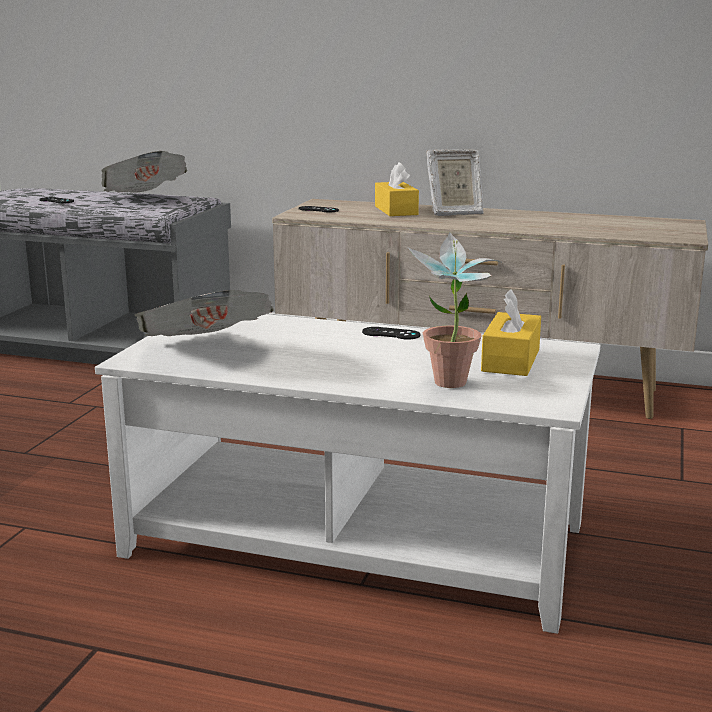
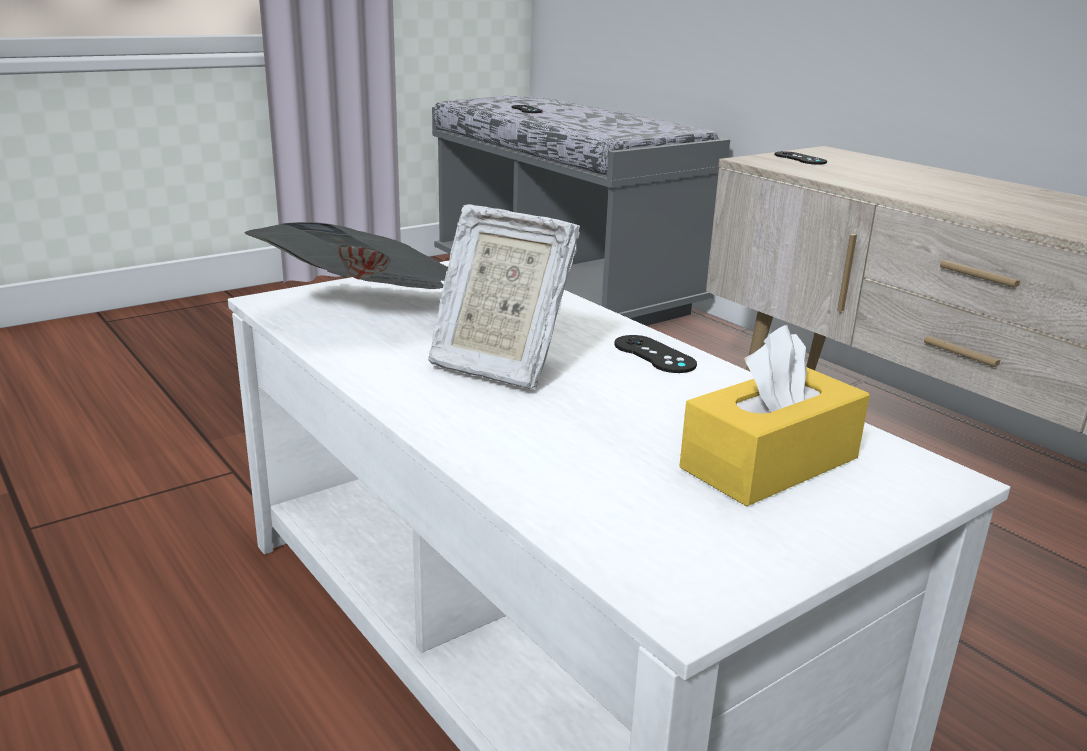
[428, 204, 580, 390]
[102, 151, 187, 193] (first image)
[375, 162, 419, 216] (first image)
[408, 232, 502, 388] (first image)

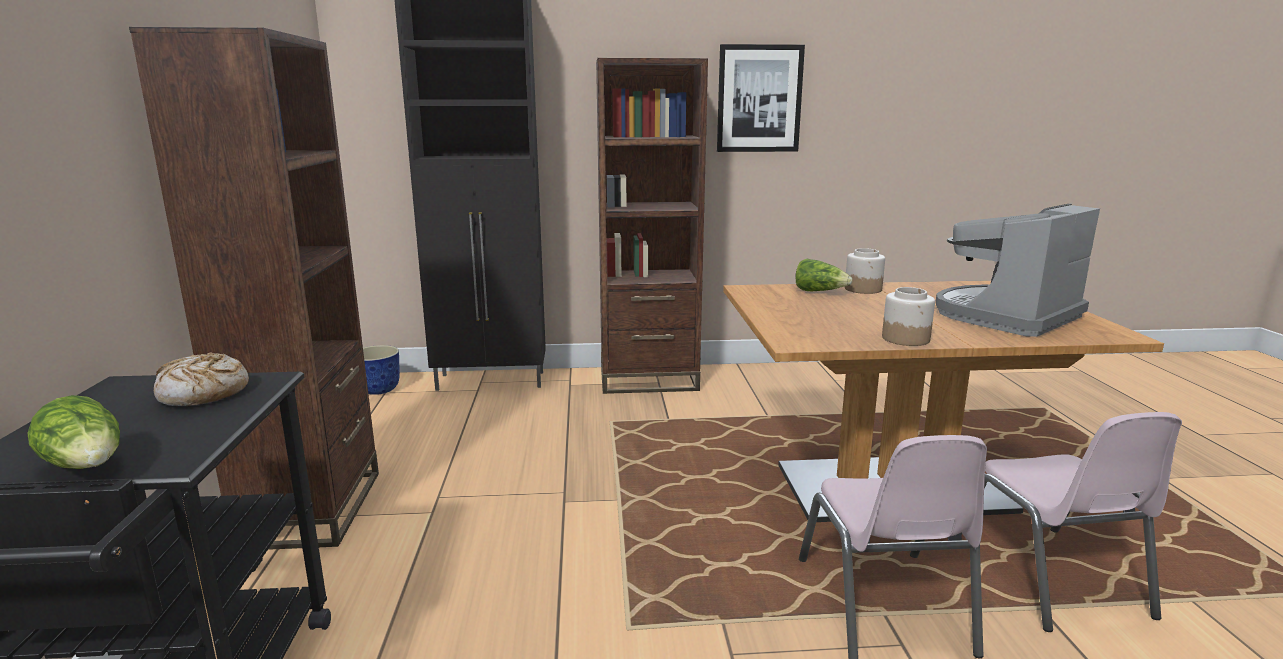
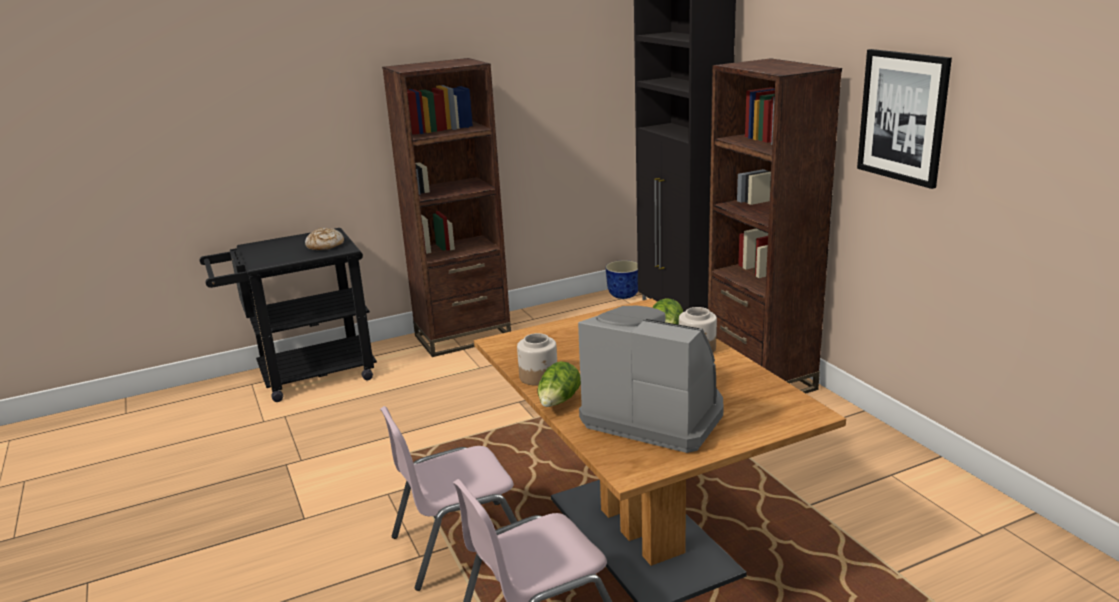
[537, 361, 581, 407]

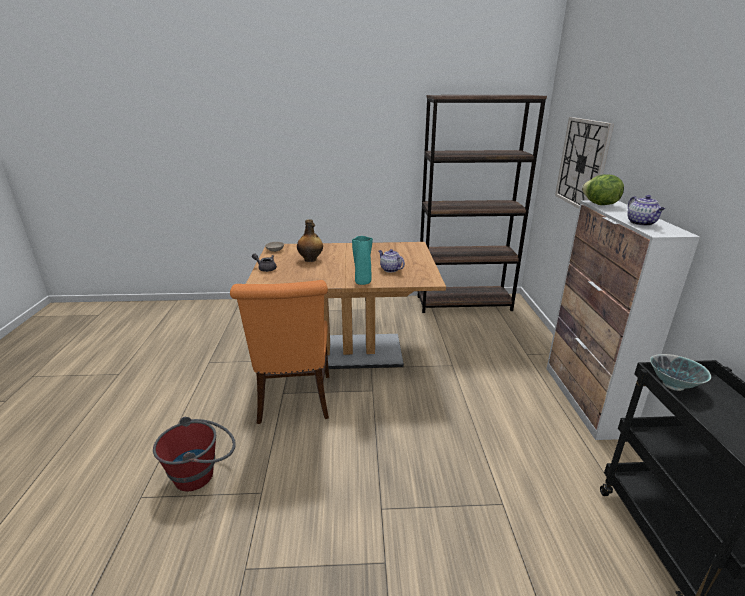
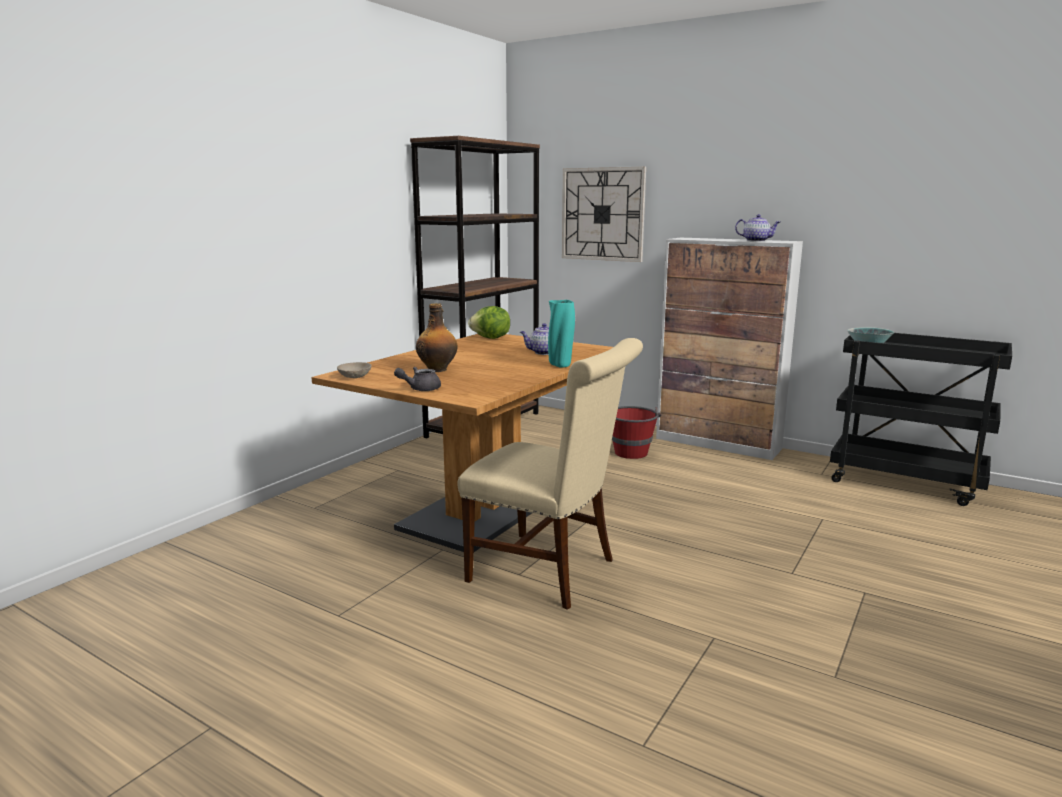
[457, 338, 643, 610]
[468, 306, 510, 339]
[612, 406, 661, 459]

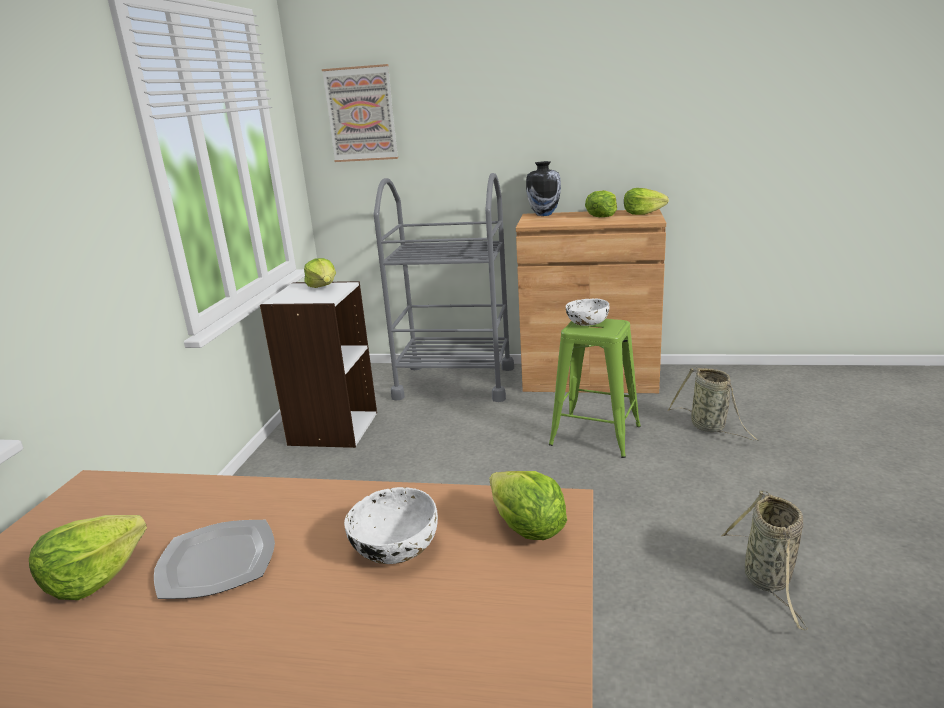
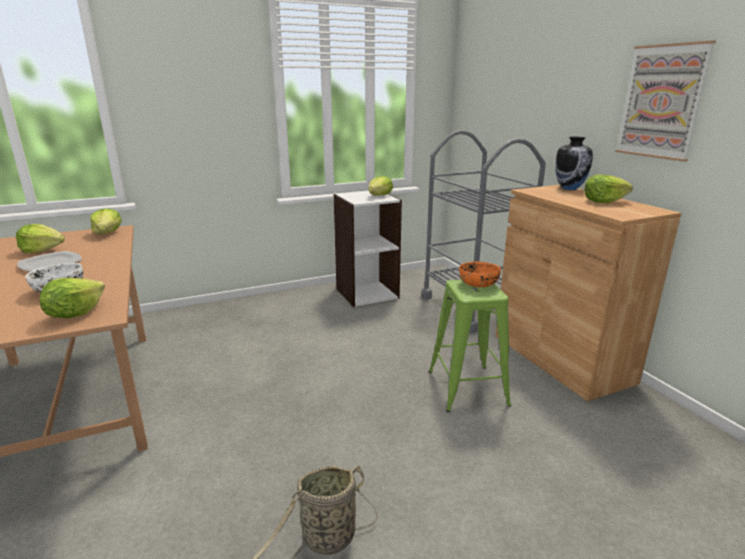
[91, 209, 122, 234]
[459, 262, 501, 287]
[615, 40, 716, 162]
[668, 367, 759, 441] (first image)

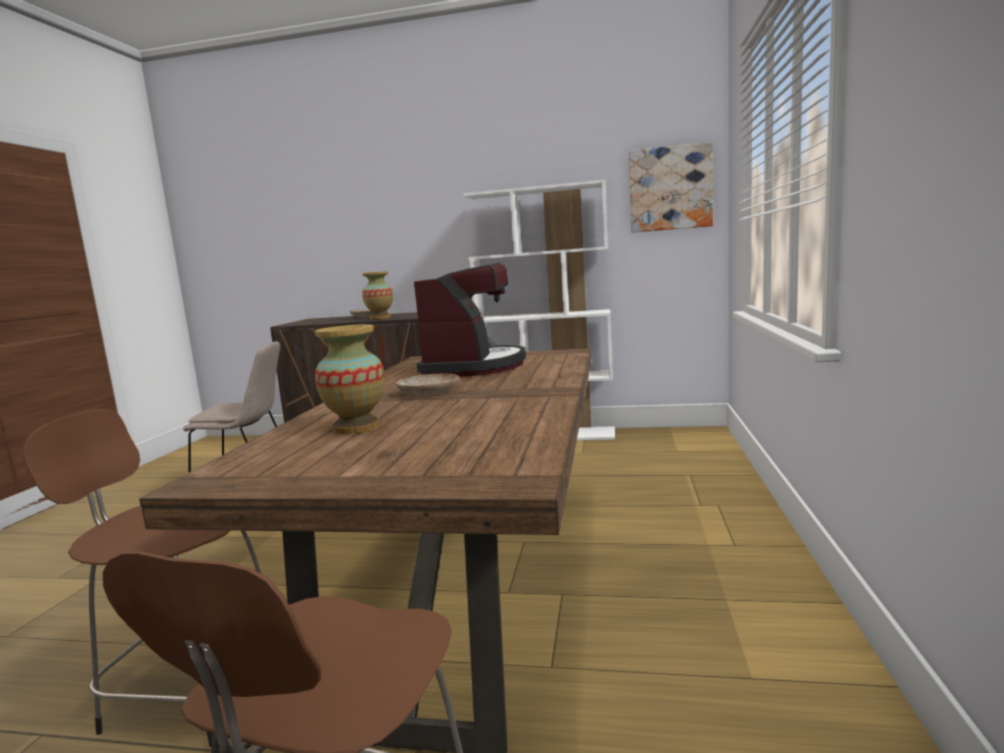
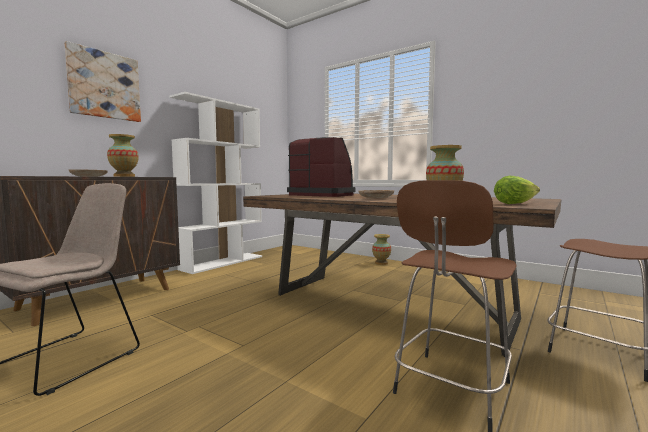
[64, 41, 141, 122]
[372, 234, 391, 265]
[494, 176, 540, 204]

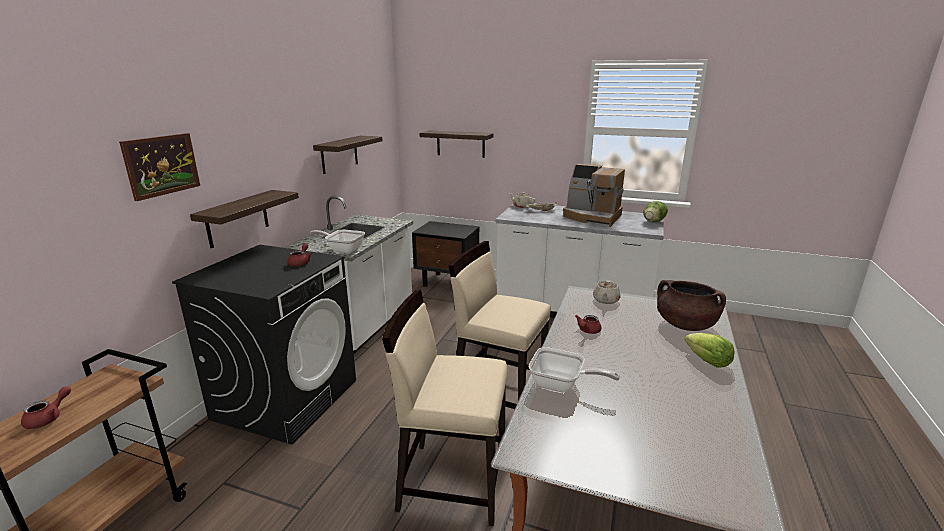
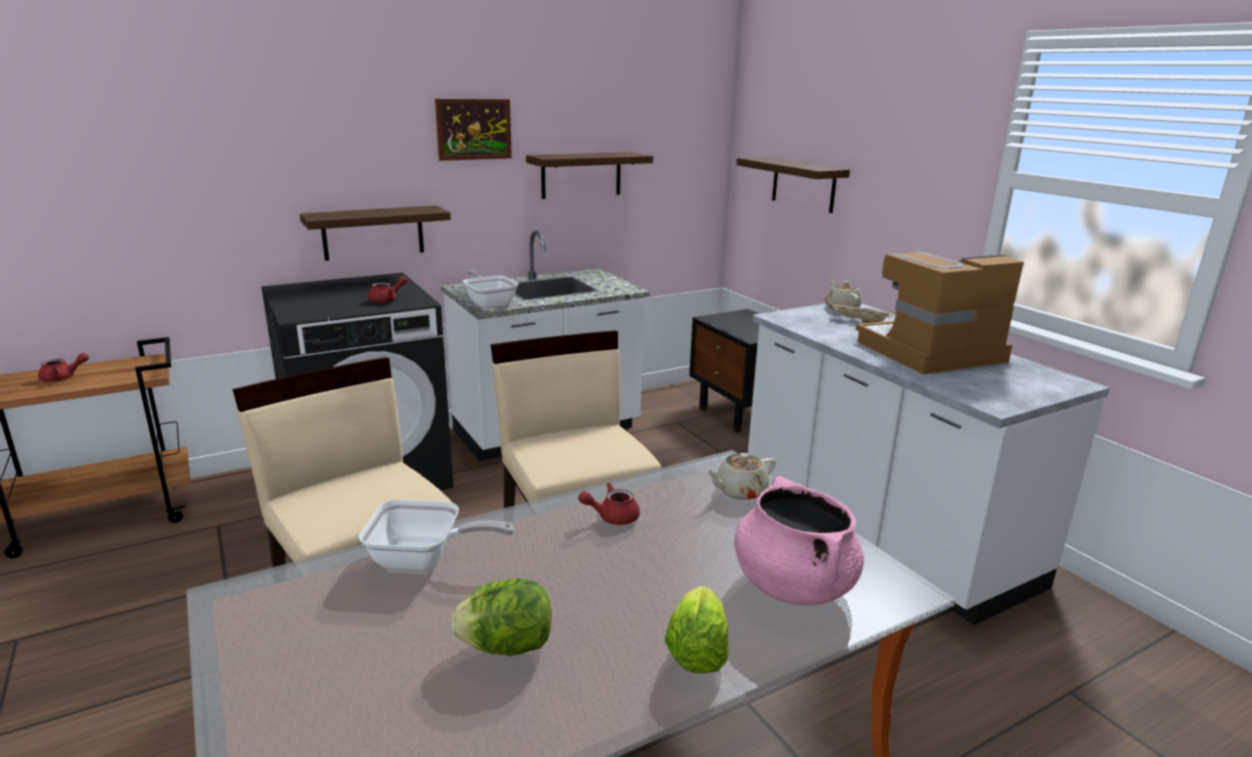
[359, 499, 514, 571]
[435, 99, 512, 161]
[450, 579, 552, 656]
[734, 476, 864, 605]
[856, 252, 1024, 374]

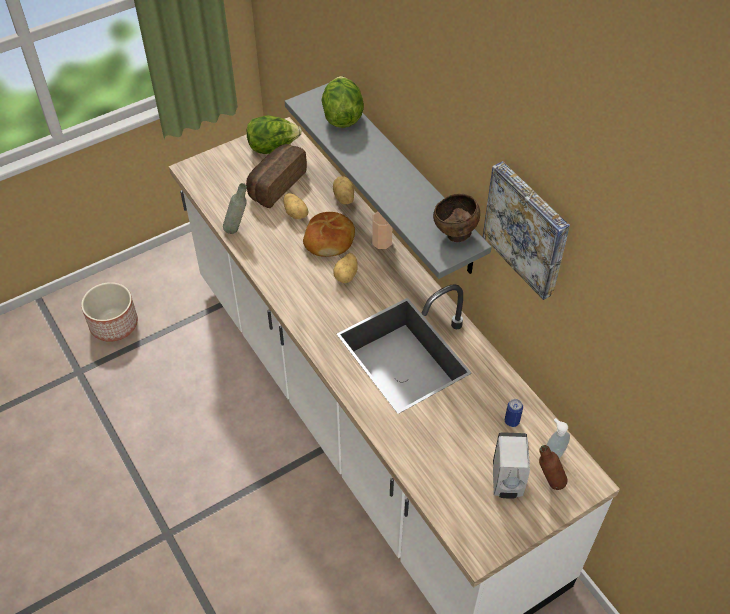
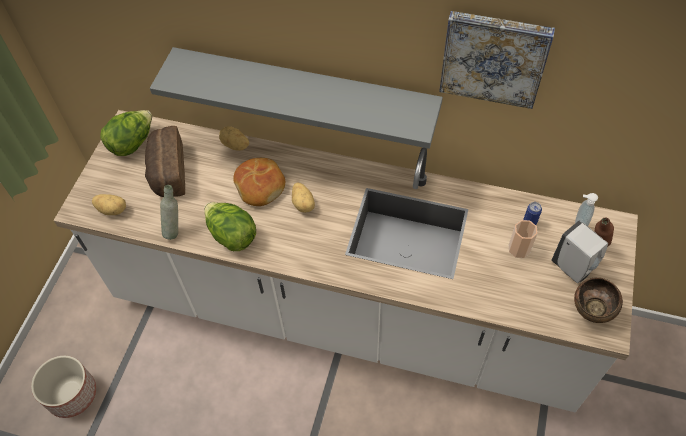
[92, 194, 126, 215]
[204, 202, 256, 251]
[509, 220, 538, 258]
[574, 277, 623, 323]

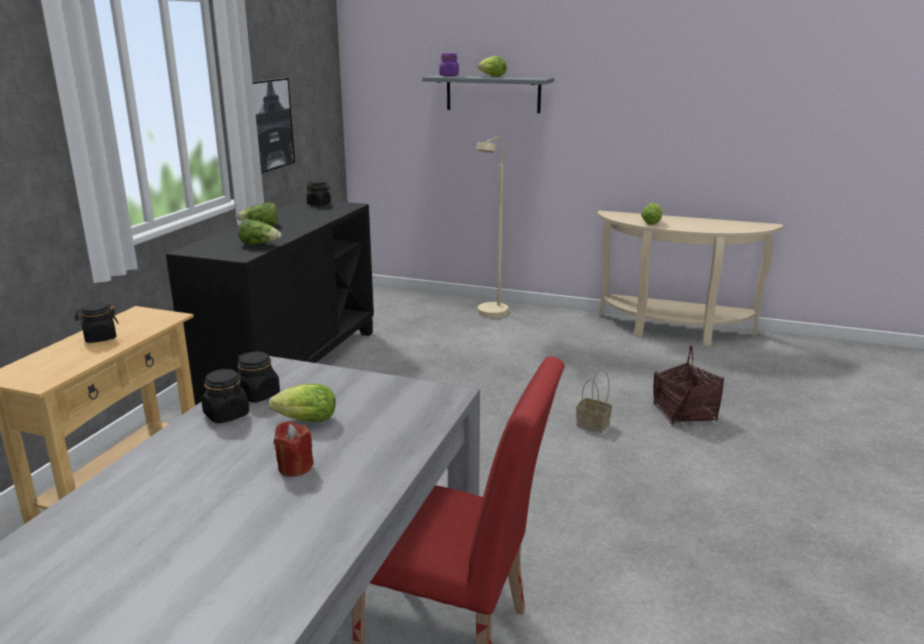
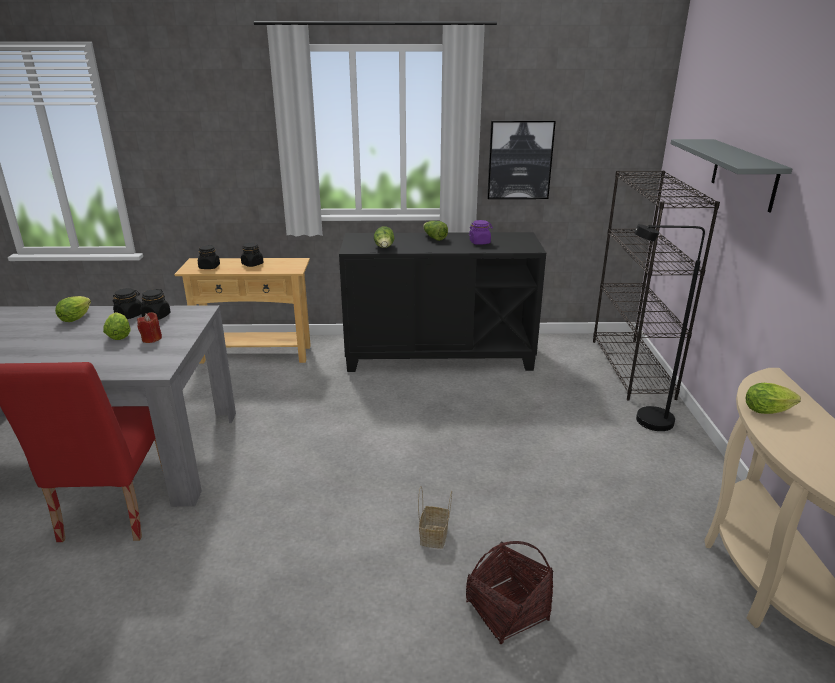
[55, 296, 91, 322]
[137, 312, 162, 343]
[198, 245, 220, 269]
[469, 220, 493, 245]
[593, 171, 720, 401]
[634, 224, 705, 431]

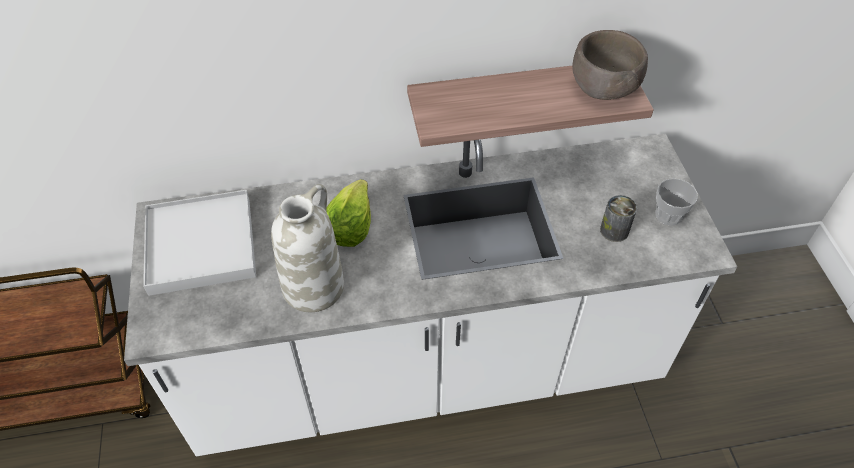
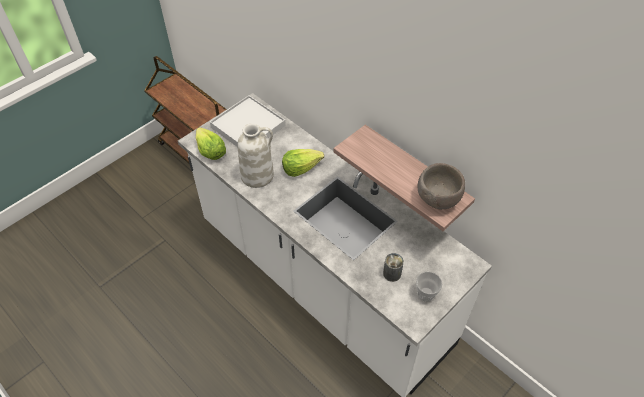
[196, 127, 226, 160]

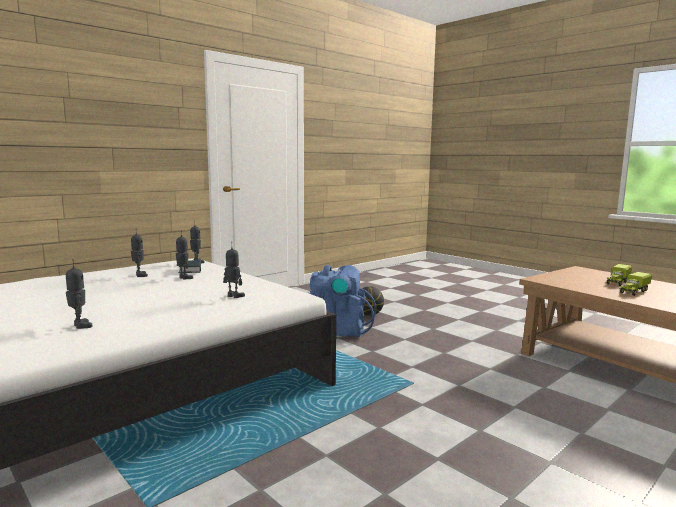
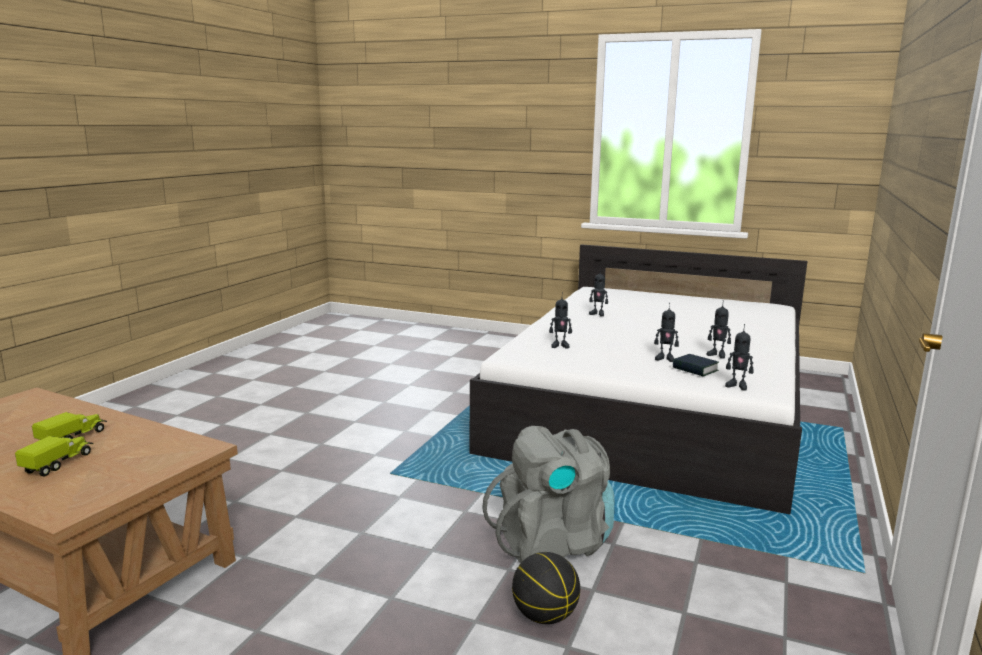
[482, 426, 614, 563]

